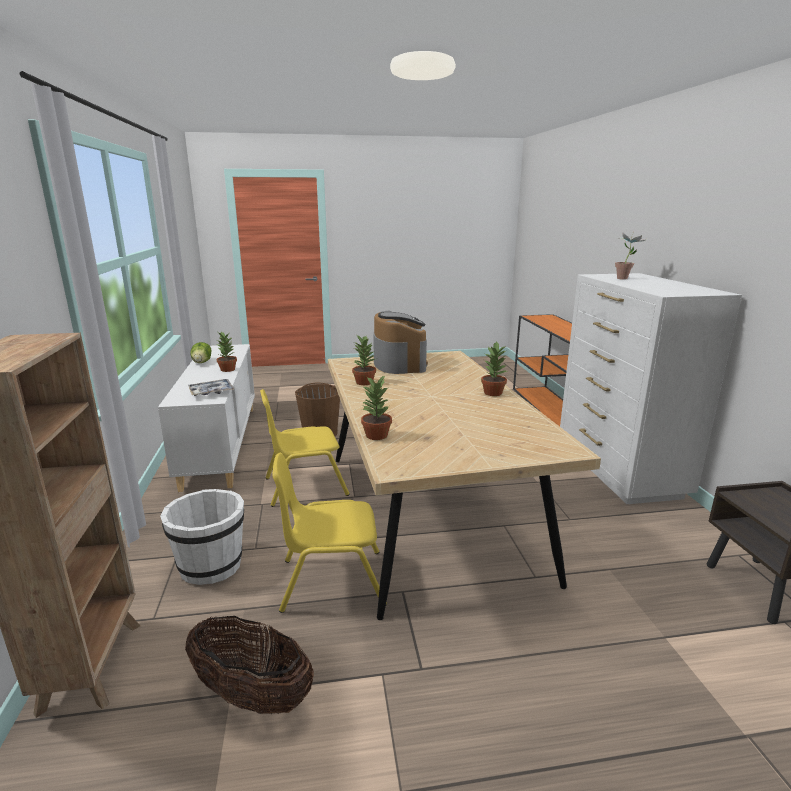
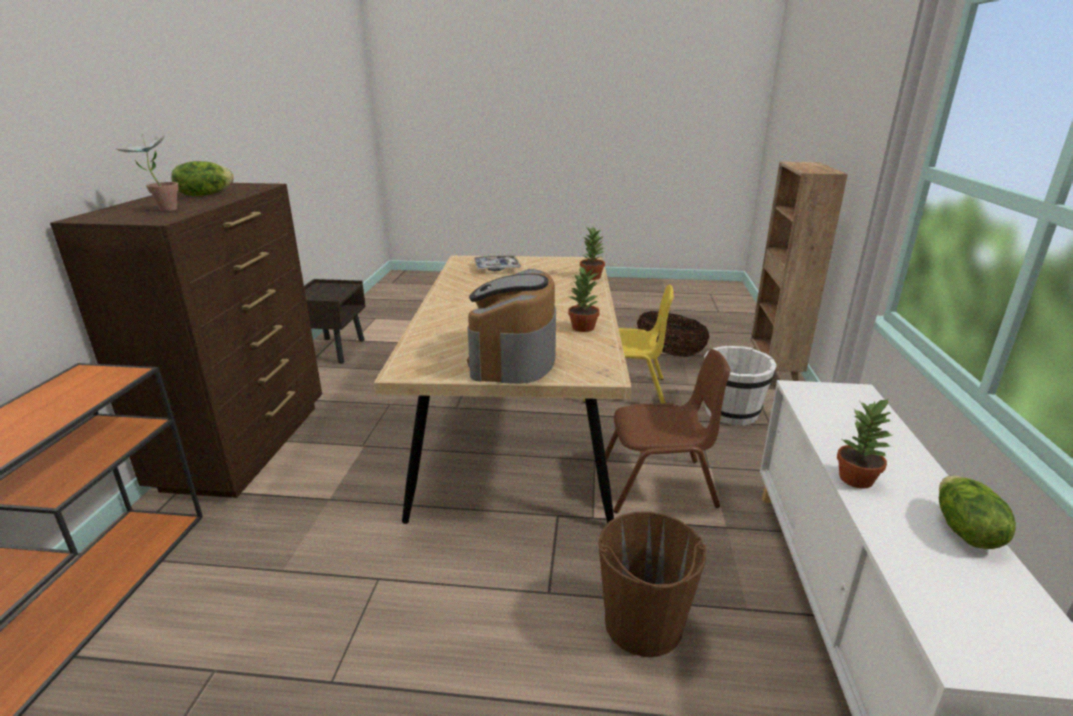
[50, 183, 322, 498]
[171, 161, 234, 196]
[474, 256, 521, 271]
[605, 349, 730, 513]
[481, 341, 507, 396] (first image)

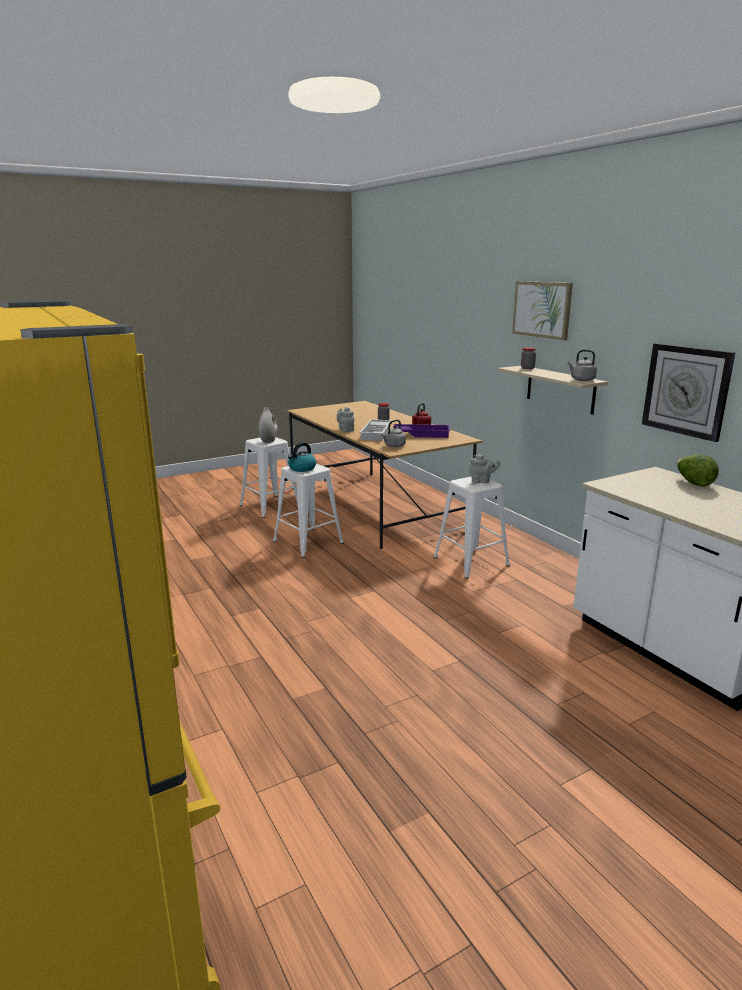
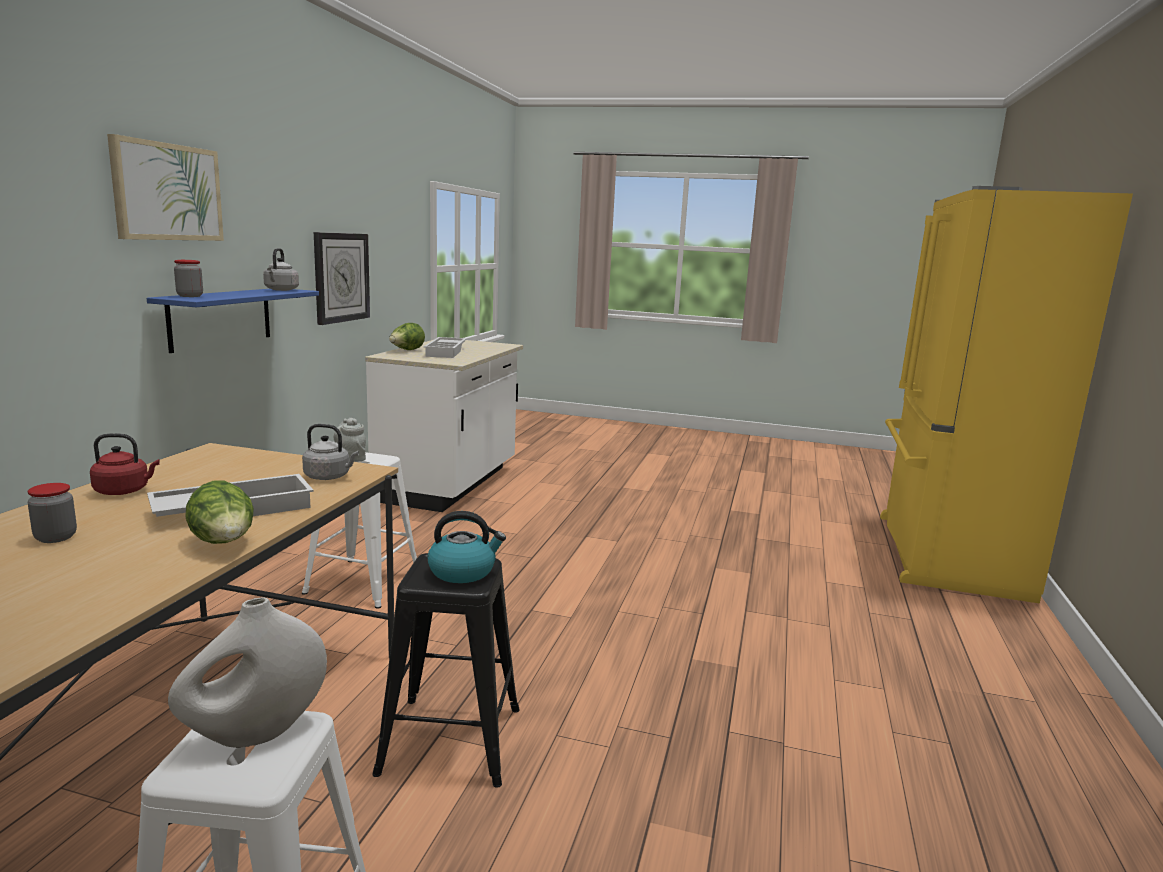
[147, 289, 319, 353]
[185, 481, 254, 544]
[372, 553, 520, 788]
[424, 337, 467, 358]
[393, 424, 450, 438] (first image)

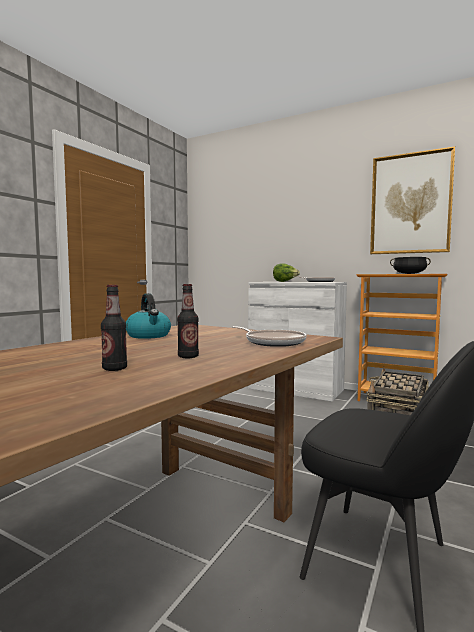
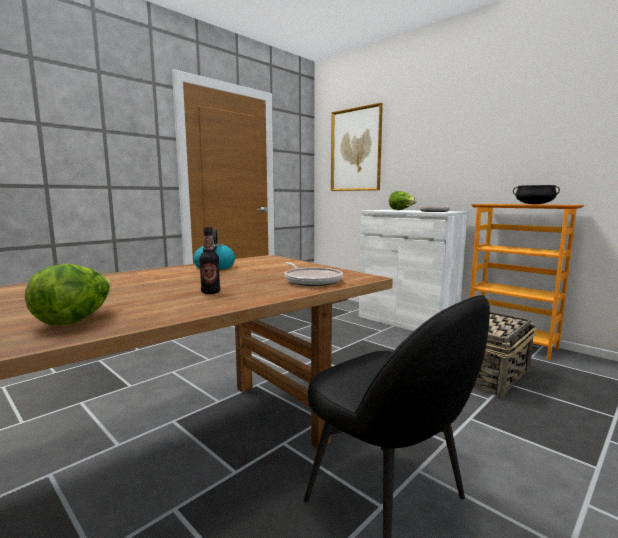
[25, 264, 111, 326]
[331, 103, 383, 191]
[101, 285, 127, 371] (first image)

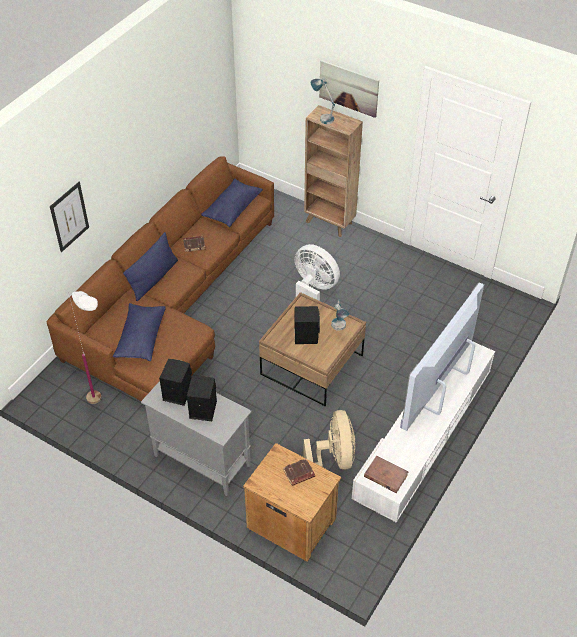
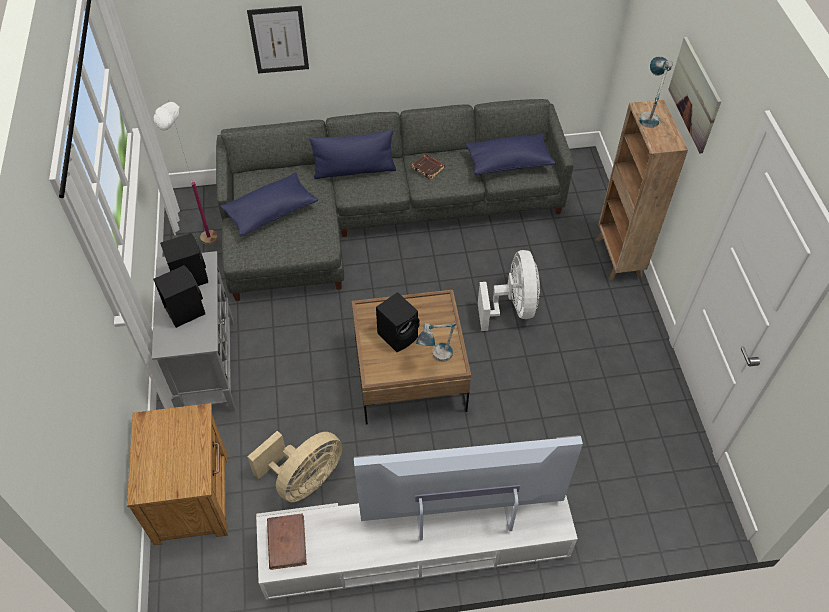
[216, 99, 574, 301]
[283, 459, 315, 486] (first image)

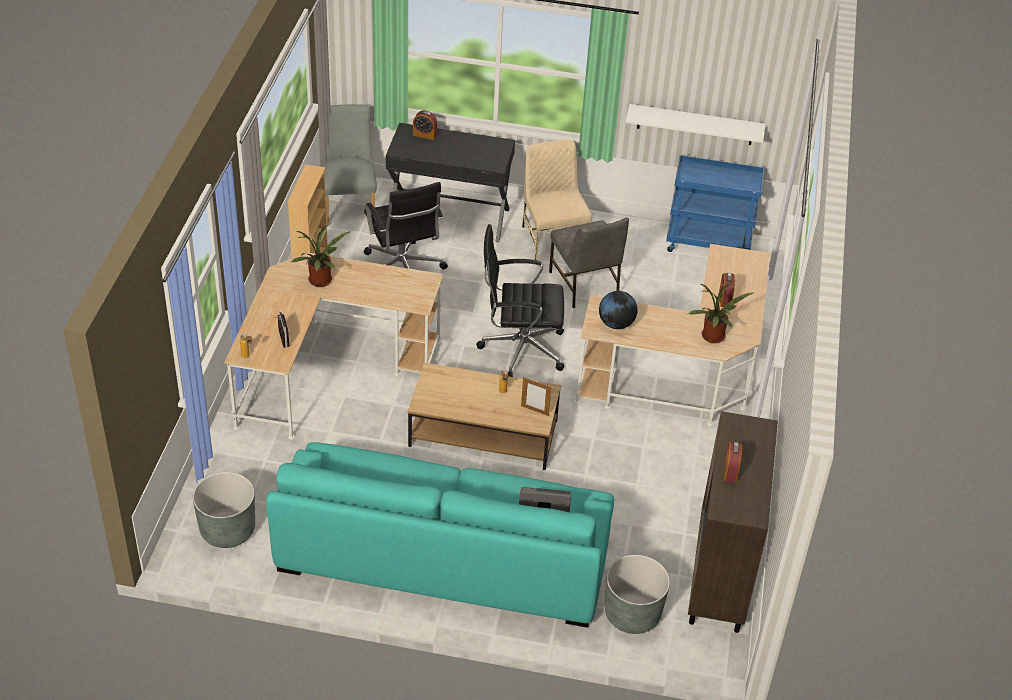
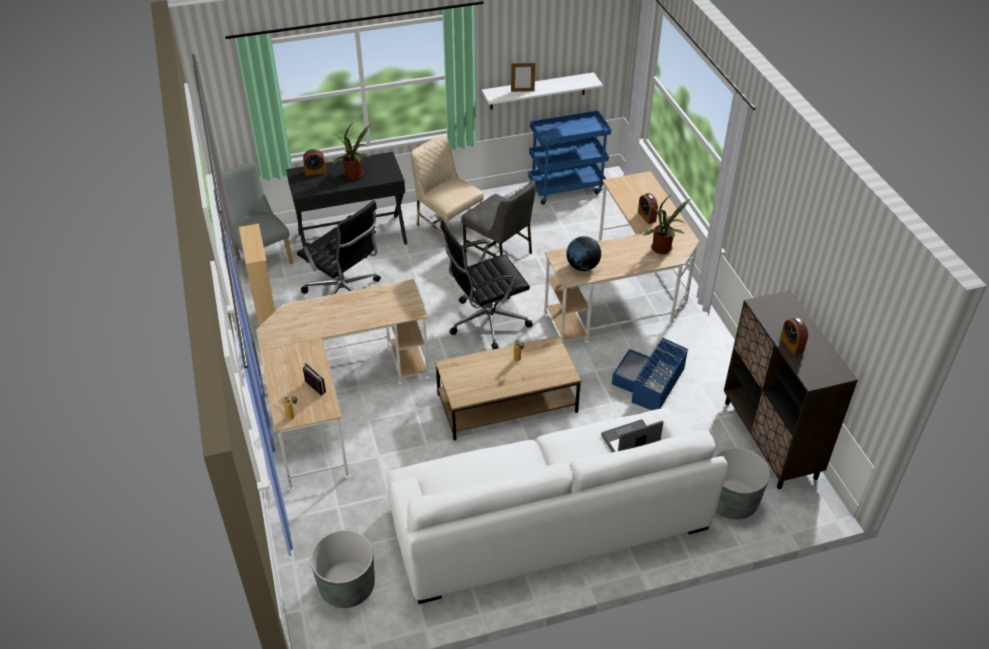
[332, 124, 371, 180]
[387, 408, 728, 604]
[511, 62, 535, 92]
[612, 337, 689, 411]

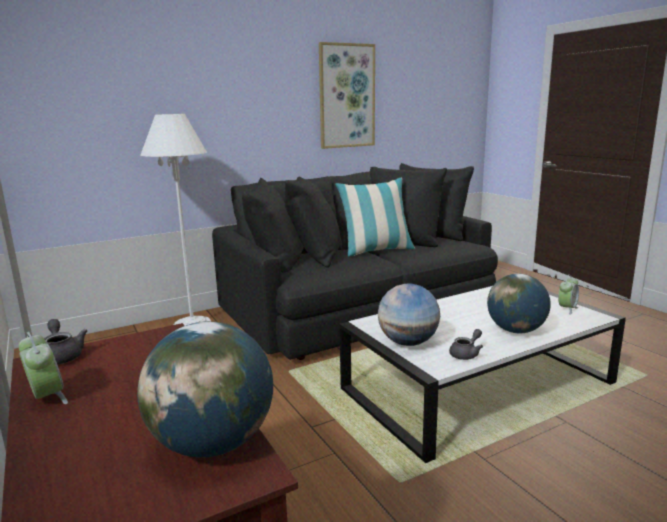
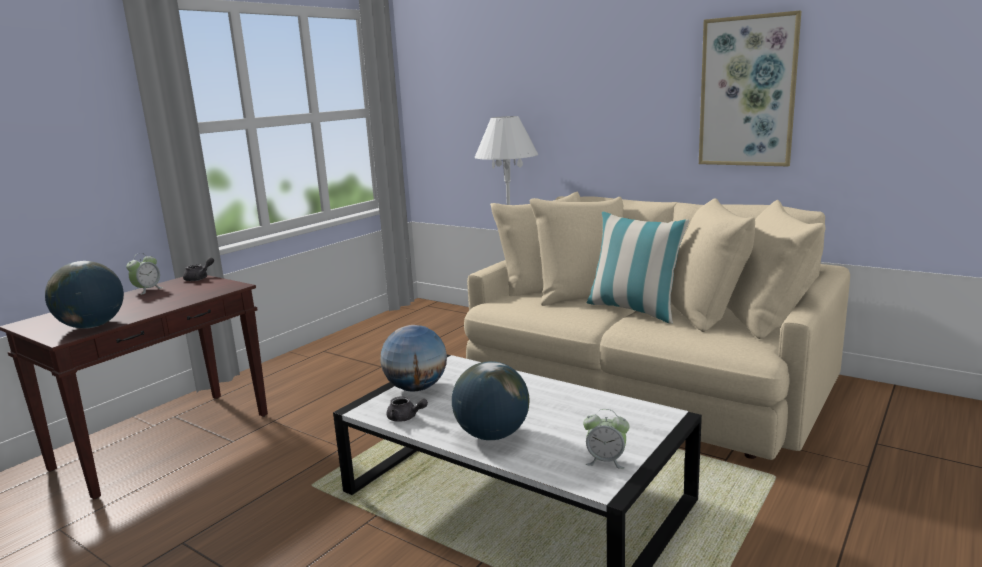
[464, 191, 850, 460]

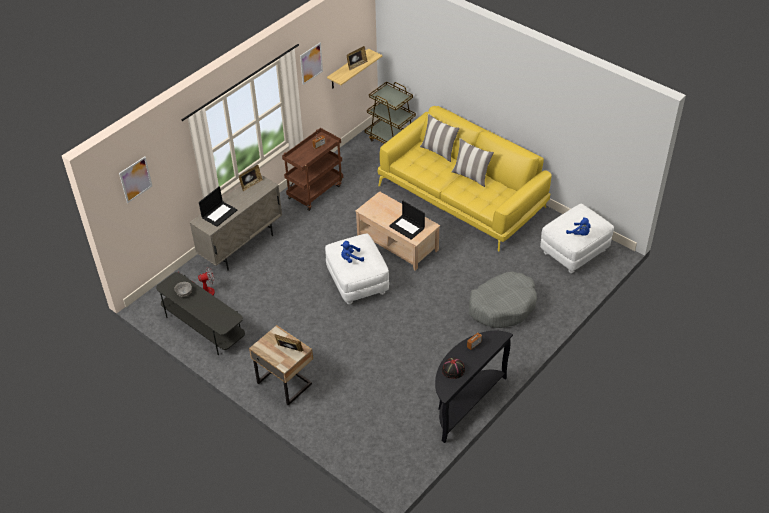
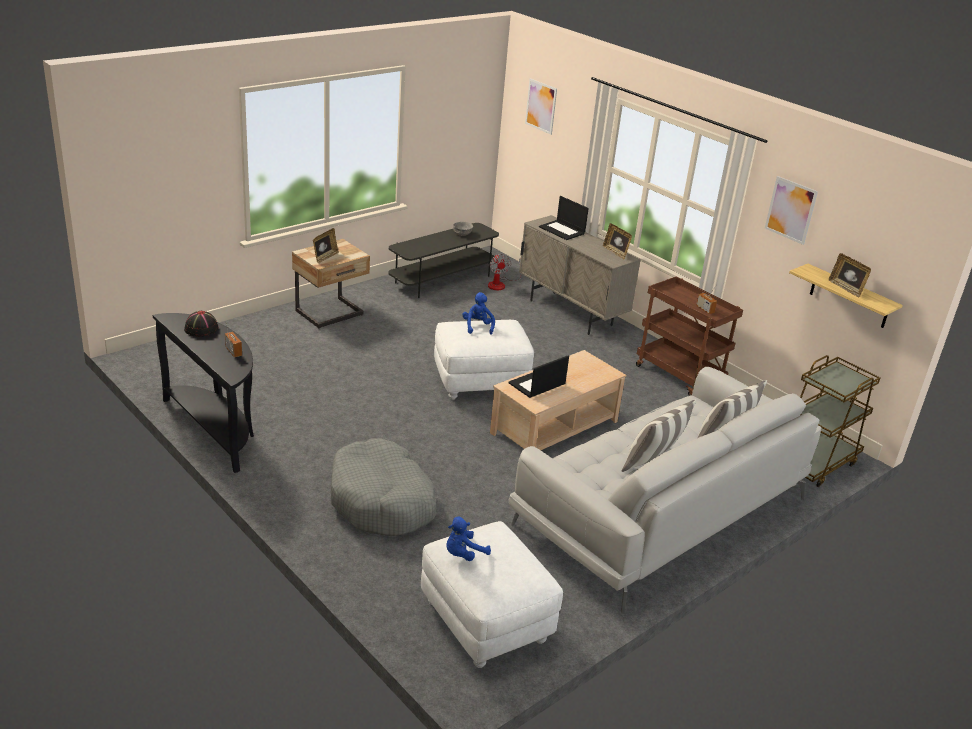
[509, 367, 821, 613]

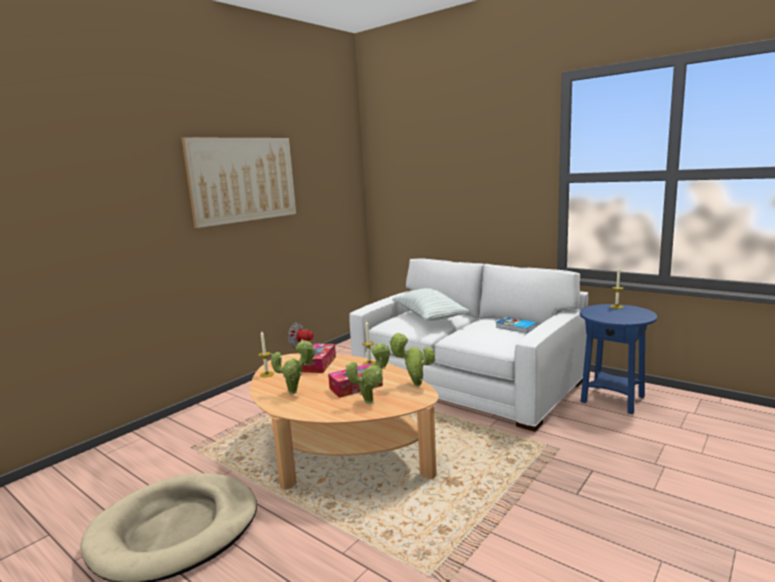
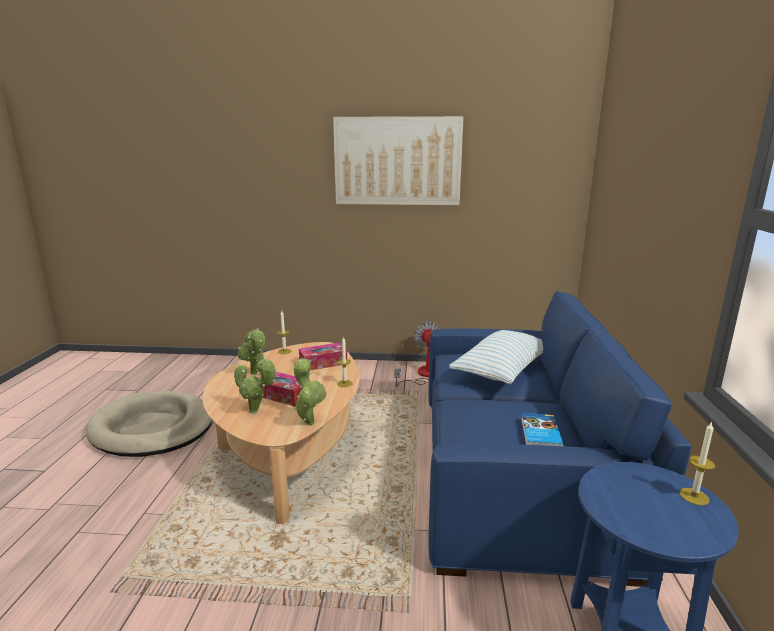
[428, 291, 691, 587]

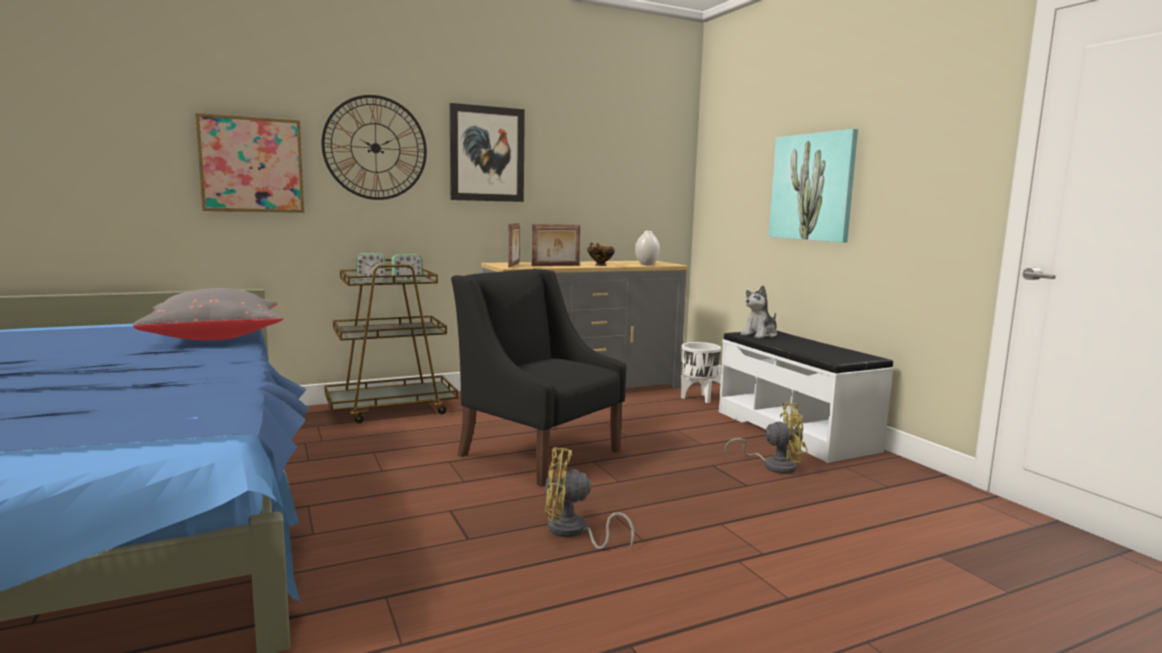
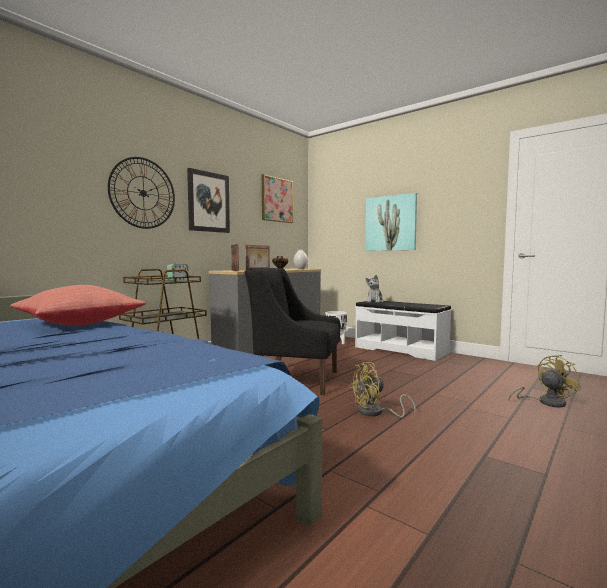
[10, 285, 146, 325]
[262, 174, 293, 223]
[508, 355, 581, 408]
[356, 253, 386, 280] (first image)

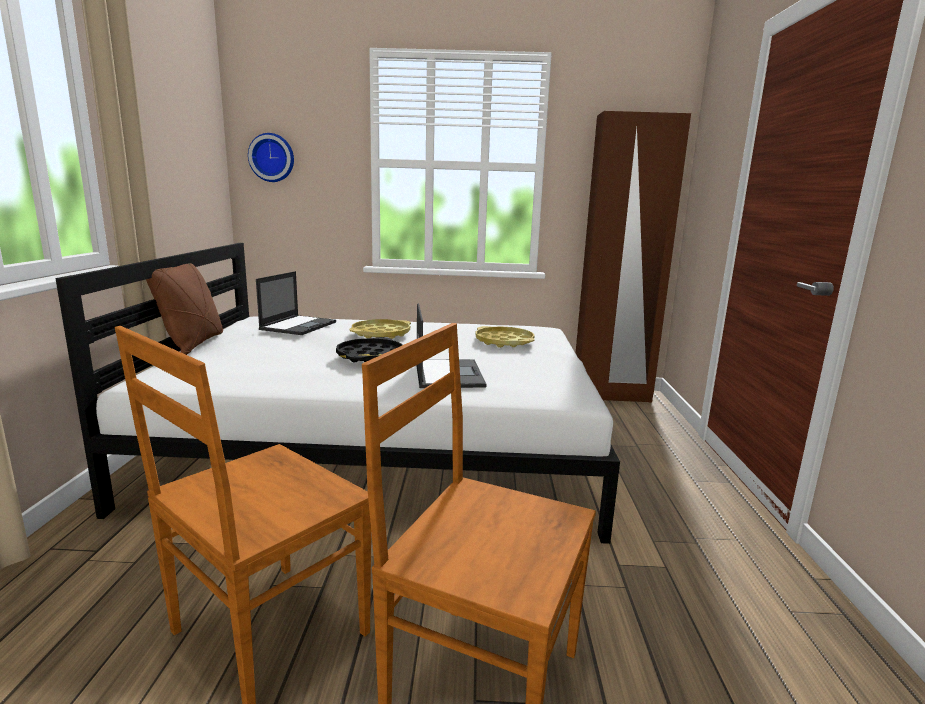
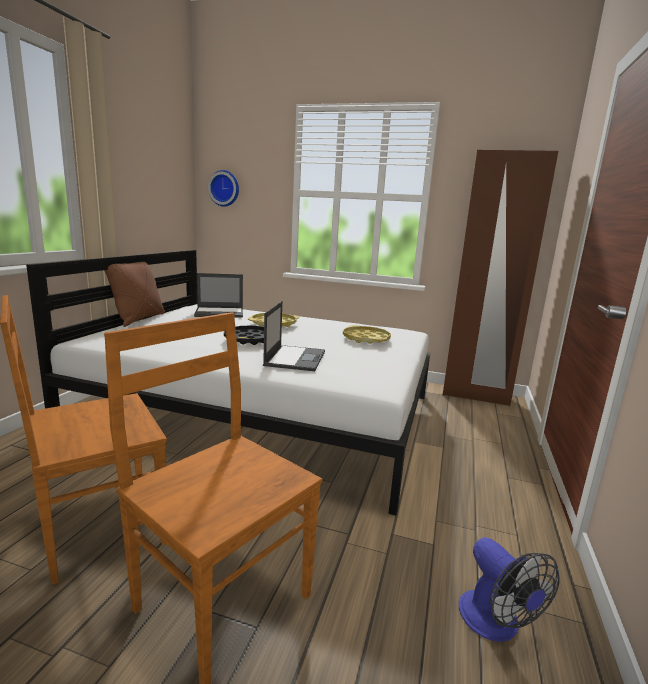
[194, 273, 243, 318]
[459, 537, 560, 642]

